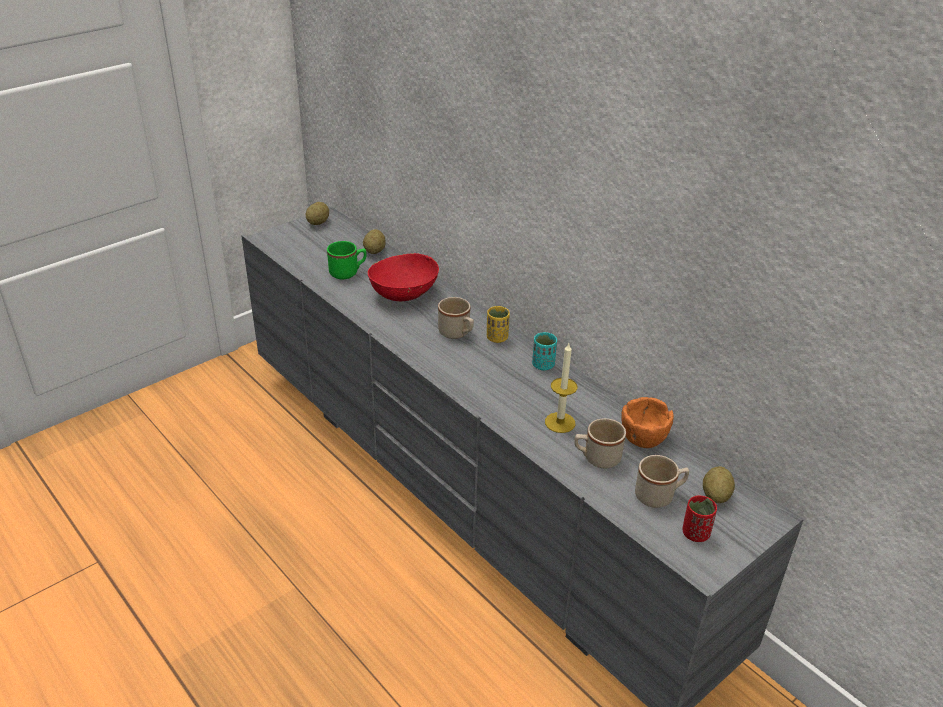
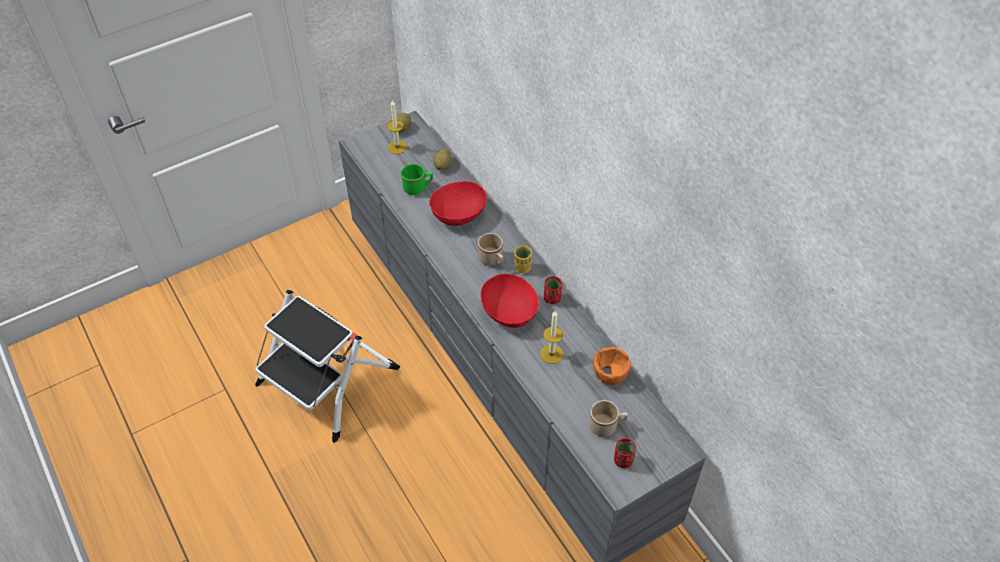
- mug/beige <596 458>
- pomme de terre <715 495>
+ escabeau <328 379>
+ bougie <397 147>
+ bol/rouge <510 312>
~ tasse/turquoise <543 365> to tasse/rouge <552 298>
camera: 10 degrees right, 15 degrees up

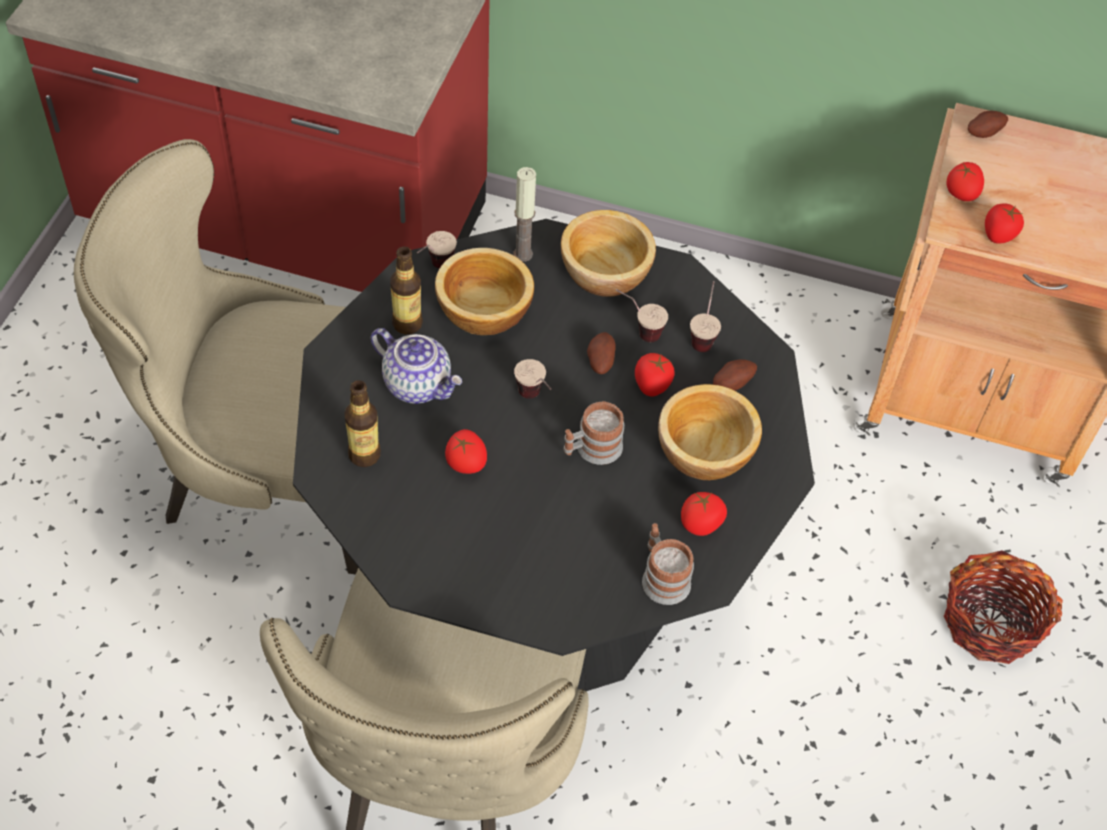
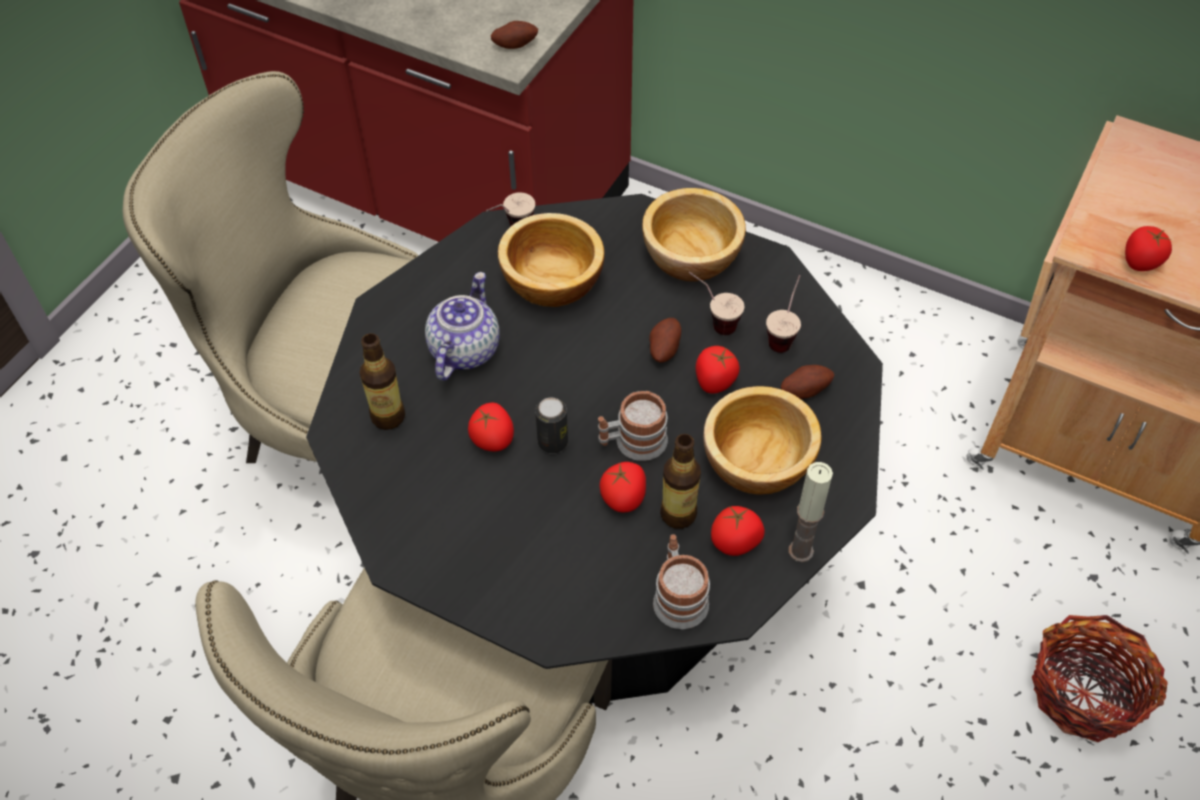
- tasse <535 400>
+ boîte métallique <552 442>
~ bouteille <407 323> to <678 514>
~ bougie <523 254> to <801 551>
~ tomate <961 193> to <623 497>
~ pomme de terre <983 132> to <515 44>
~ théière <418 384> = <464 349> 120 degrees counterclockwise
camera: 15 degrees right, 0 degrees up

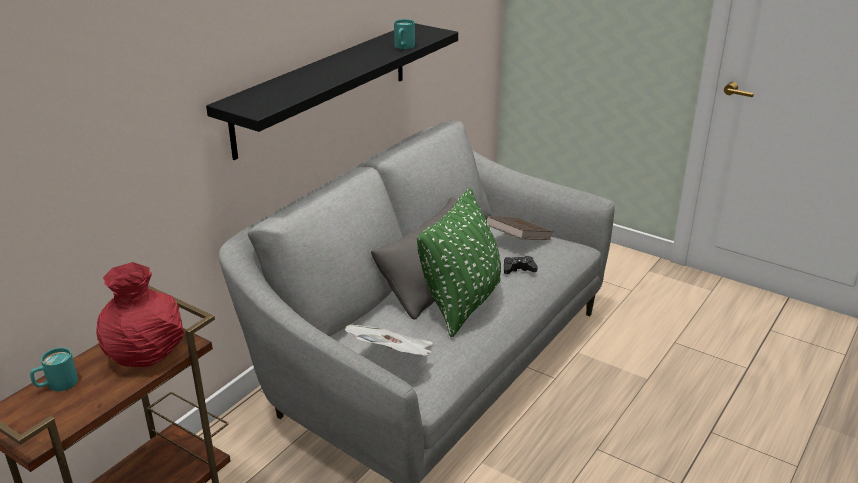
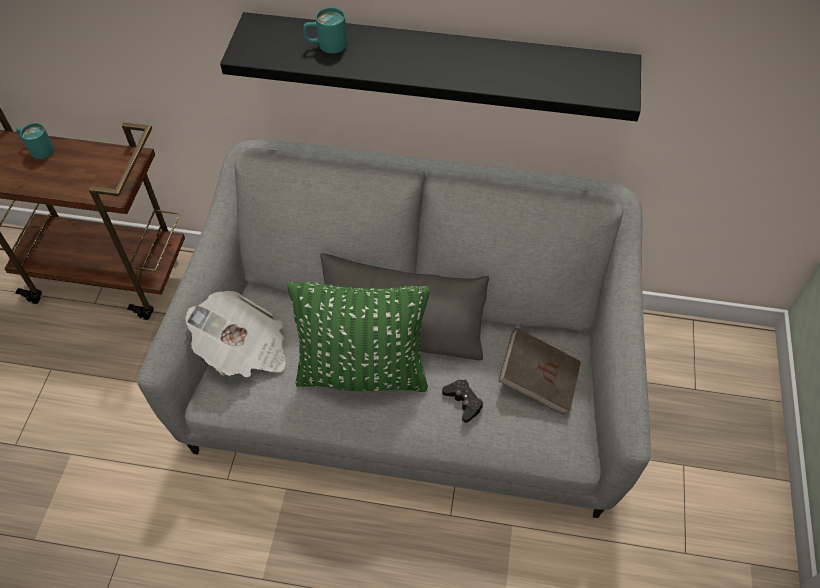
- vase/rouge <147 354>
~ mug/turquoise <403 47> to <326 45>
camera: 65 degrees right, 25 degrees up

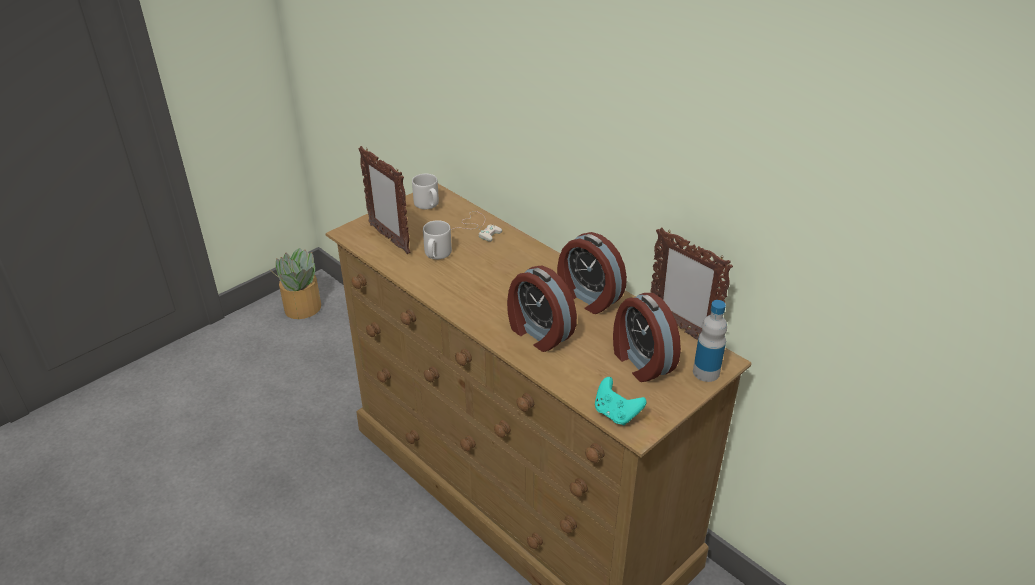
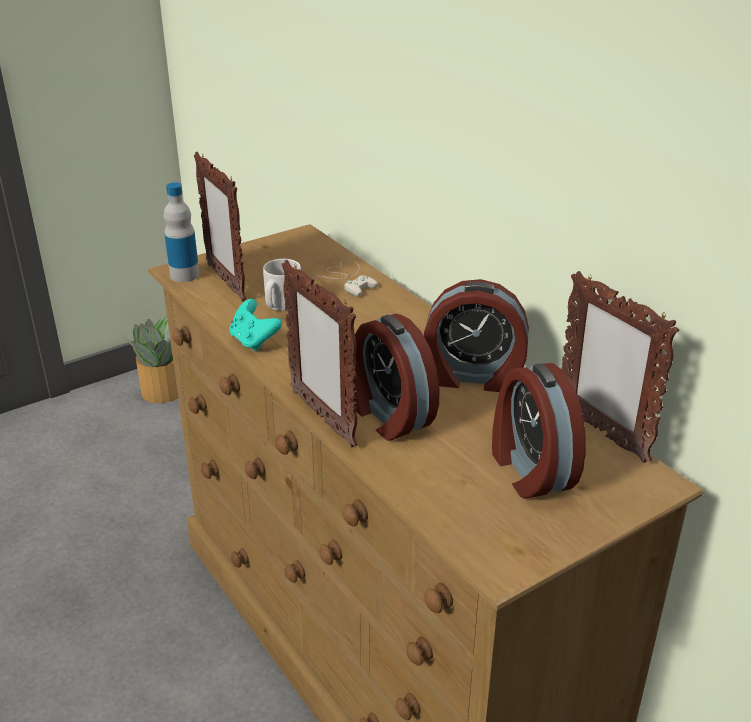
- mug/gris <428 204>
+ cadre photo <322 418>
~ manette/turquoise <616 414> to <254 341>
~ bouteille <706 372> to <184 275>
~ réveil <588 297> = <473 376> 45 degrees counterclockwise
camera: 10 degrees right, 5 degrees down

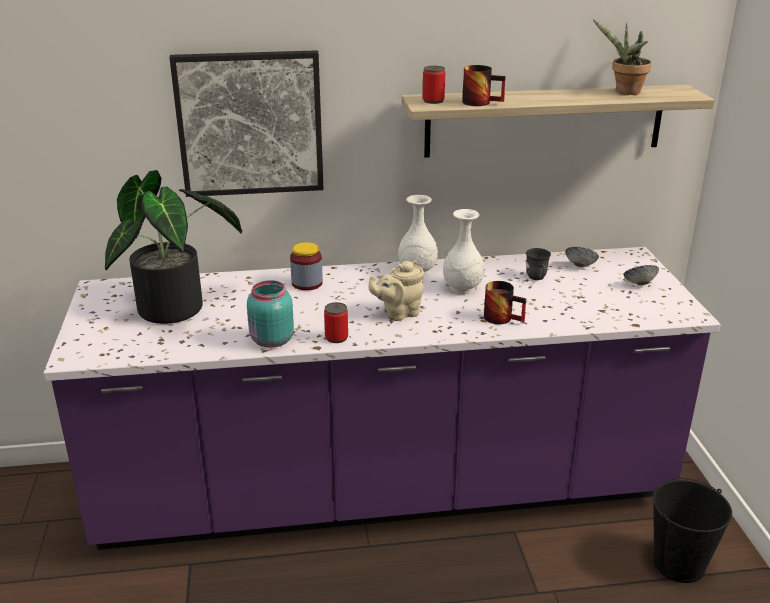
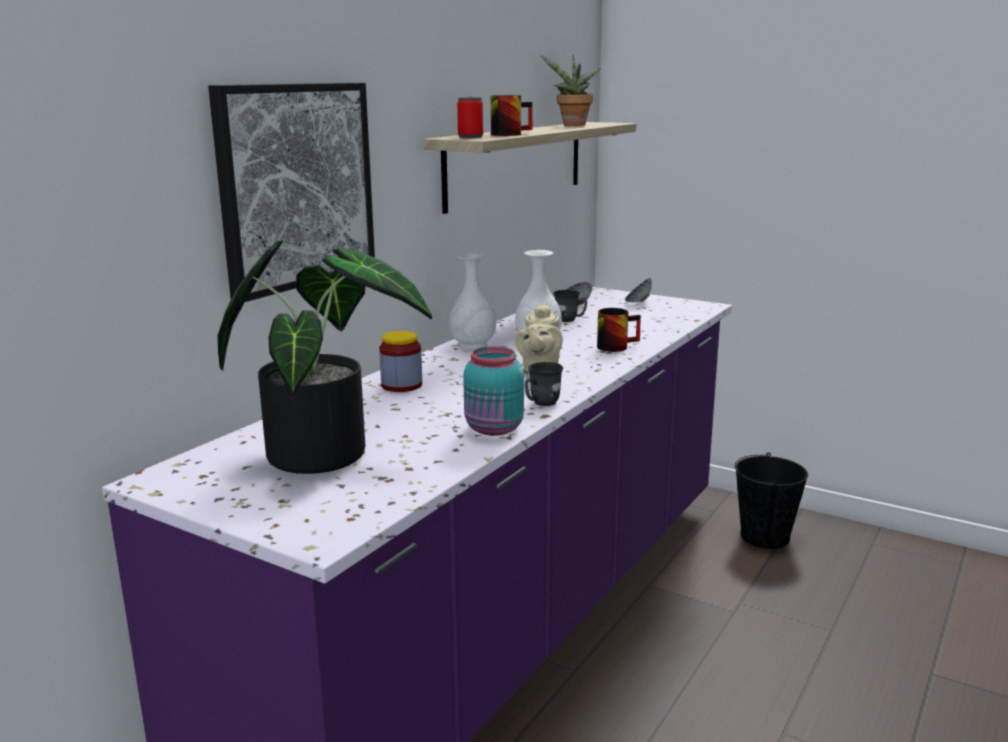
~ boîte métallique <336 338> to mug/gris <541 403>
camera: 50 degrees left, 10 degrees down

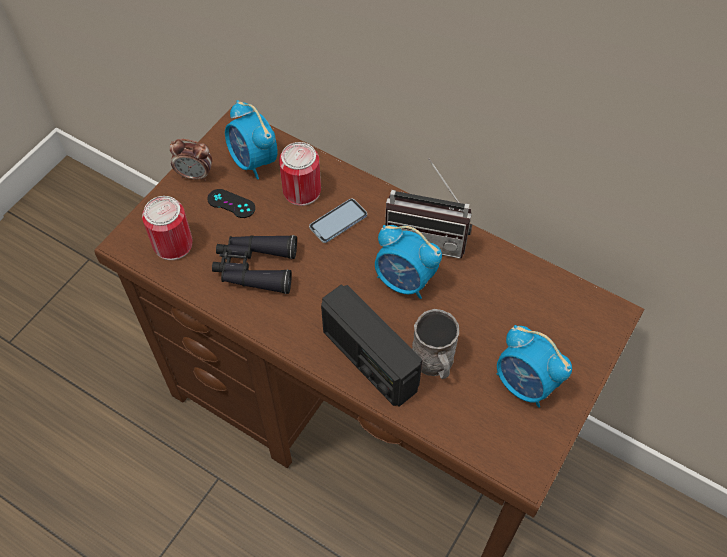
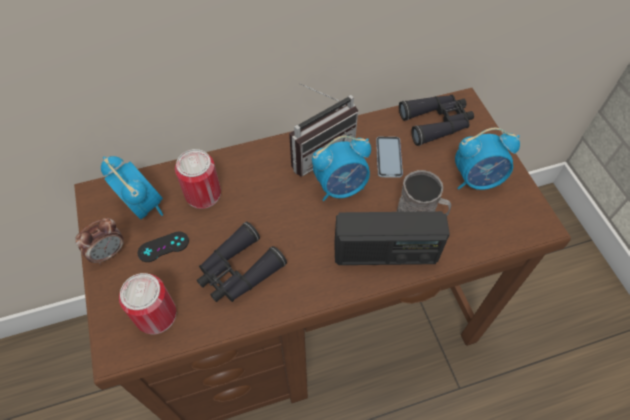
+ jumelles/noir <436 123>
~ téléphone <338 221> to <388 157>
~ réveil <253 162> = <142 205> 135 degrees counterclockwise
camera: 50 degrees left, 0 degrees up

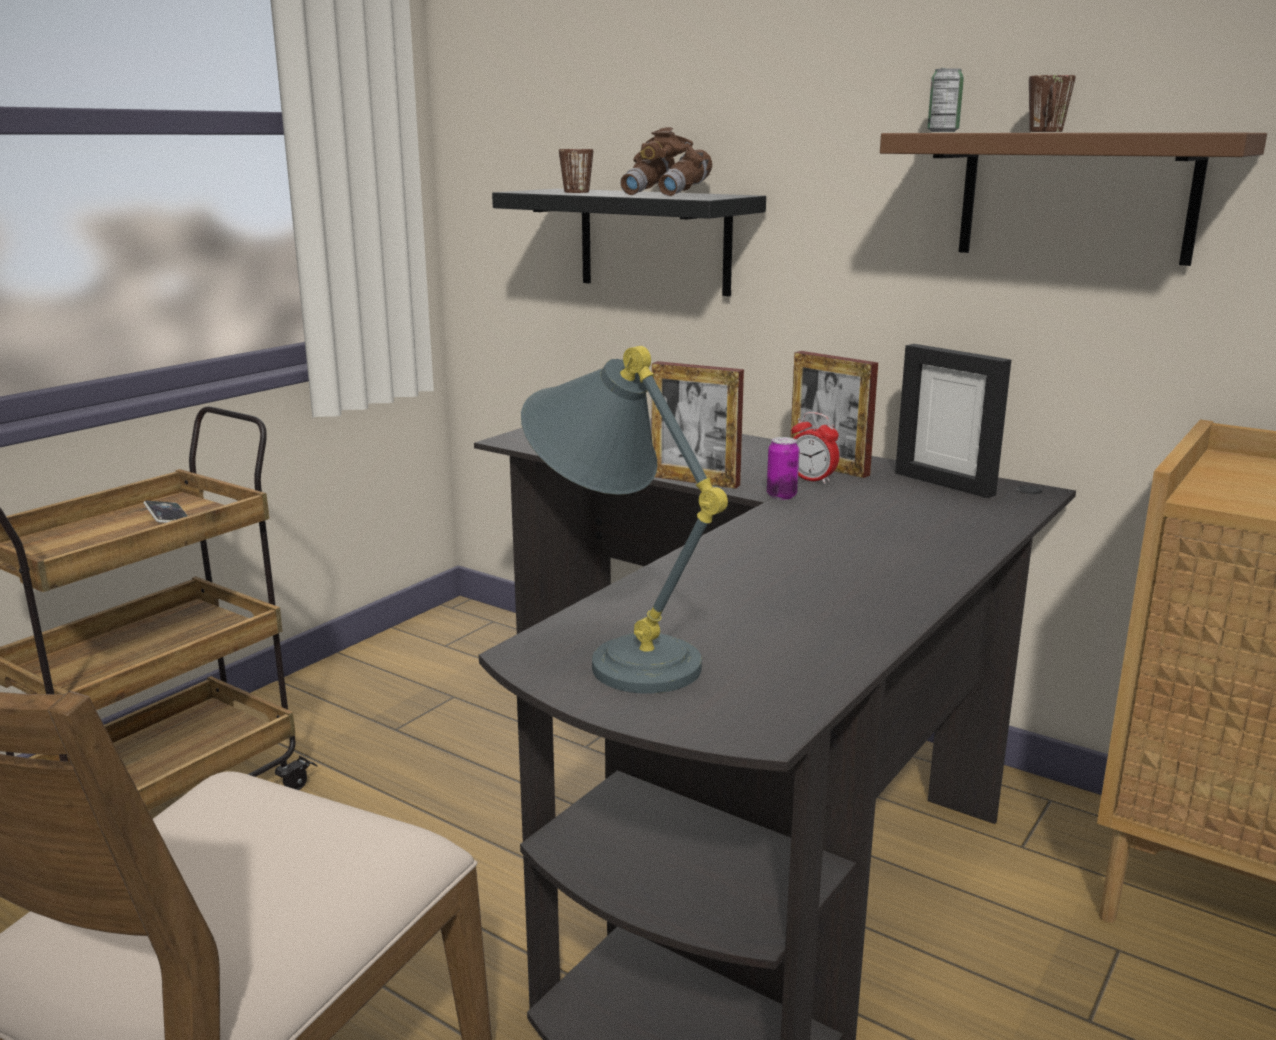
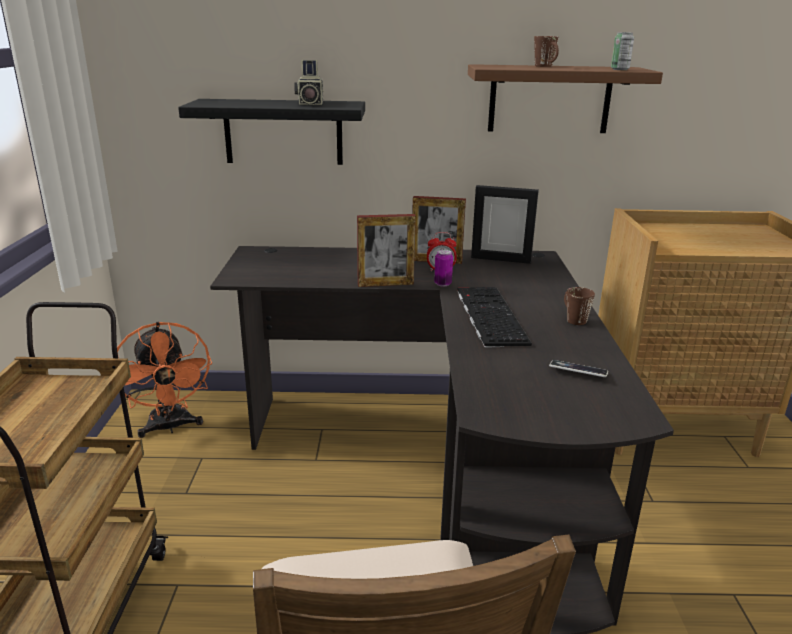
- lampe de table/gris <616 655>
+ ventilateur/orange <170 427>
+ clavier <488 315>
~ téléphone <168 517> to <578 372>
~ mug/marron <579 192> to <572 318>
~ boîte métallique <942 132> to <619 69>
~ jumelles/marron <667 194> to appareil photo <309 104>
camera: 35 degrees left, 5 degrees up

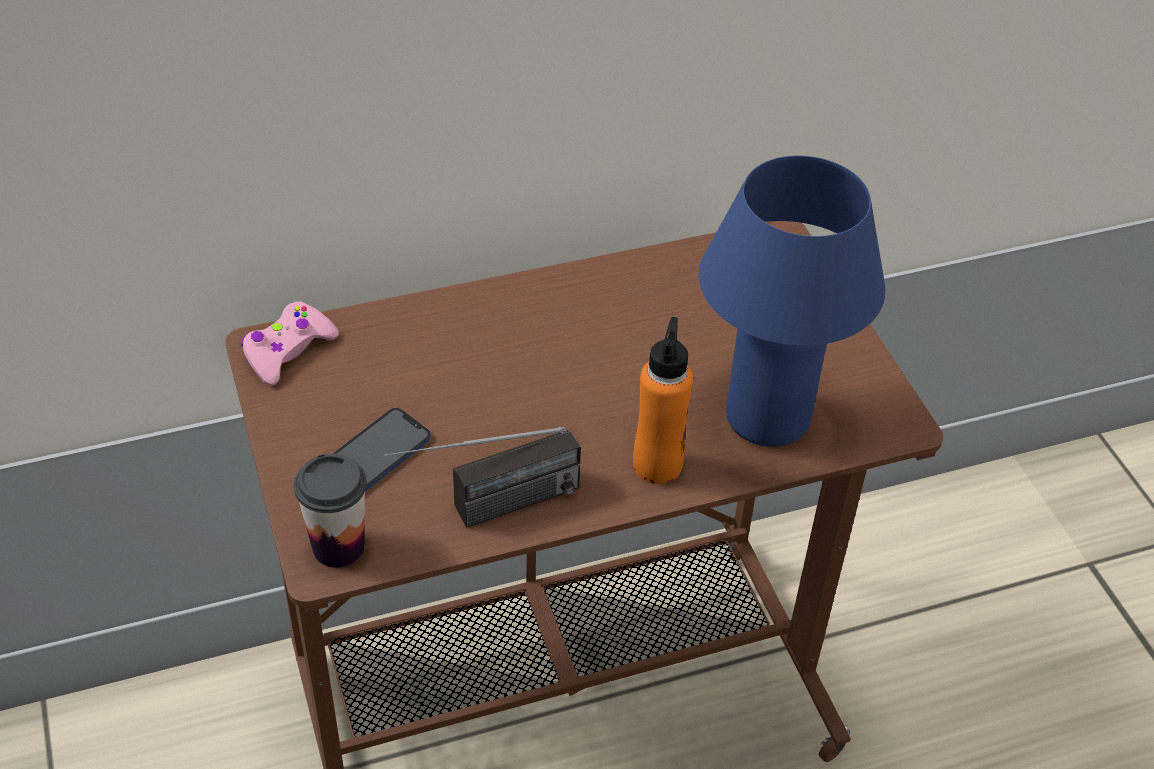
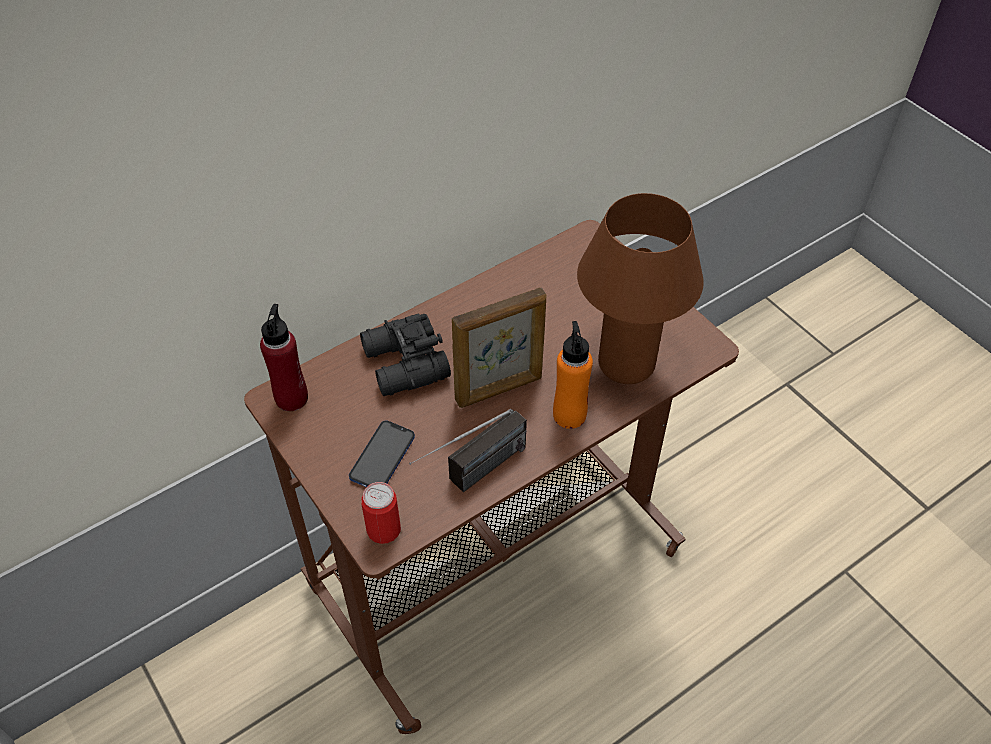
+ jumelles/noir <404 365>
+ cadre photo <499 389>
~ manette/rose <288 351> to bouteille/rouge <291 398>
~ tasse <338 547> to boîte métallique <384 529>
~ lampe de table/bleu <767 418> to lampe de table/marron <626 364>
camera: 15 degrees left, 5 degrees up

